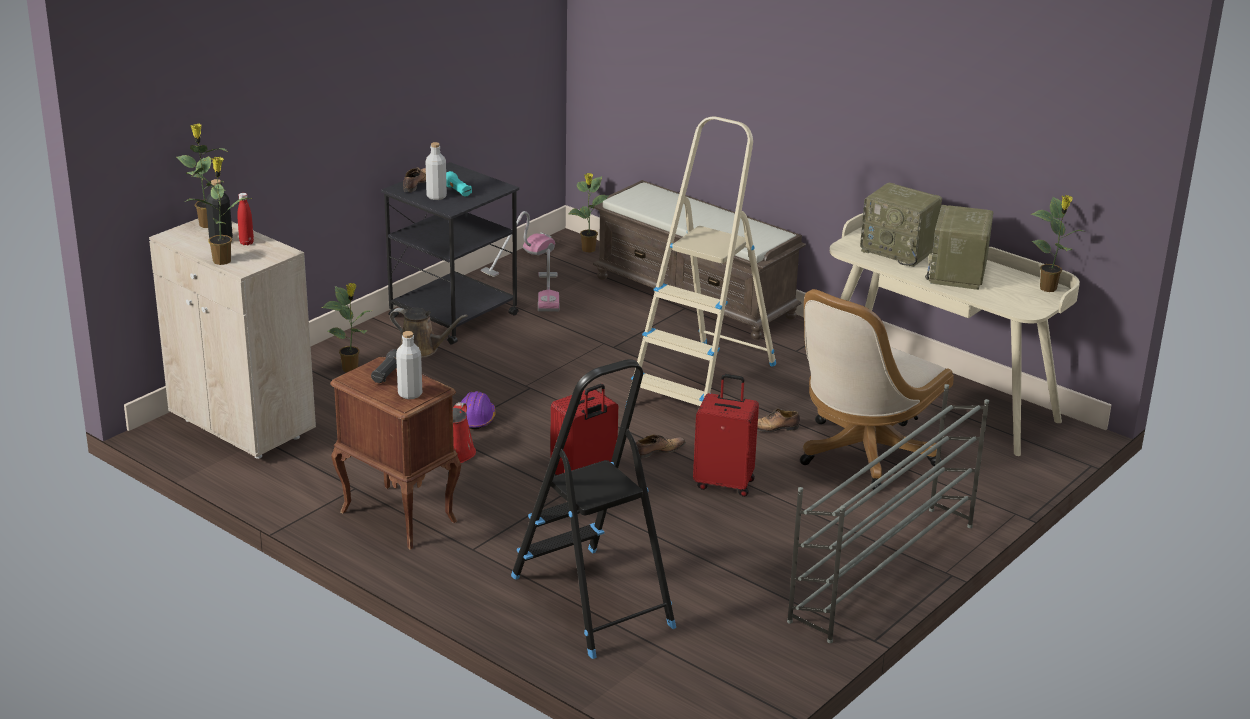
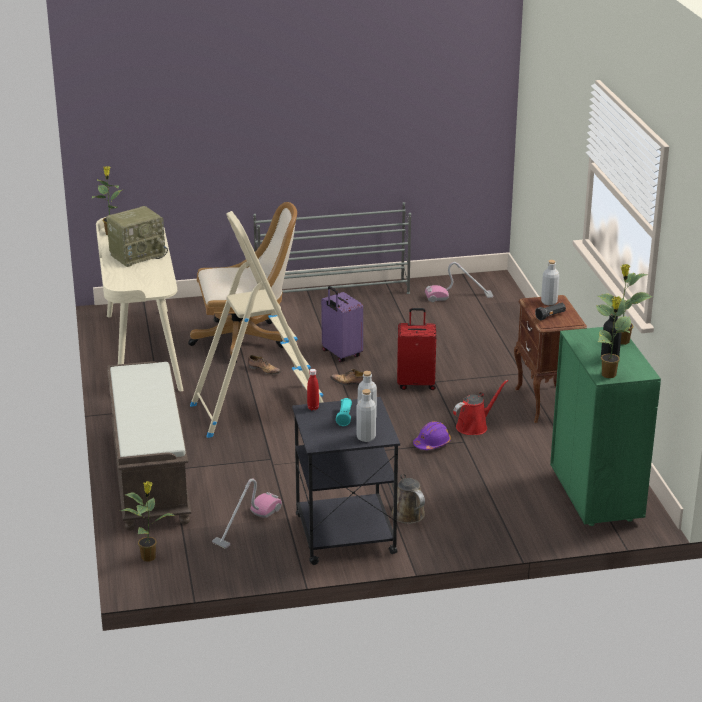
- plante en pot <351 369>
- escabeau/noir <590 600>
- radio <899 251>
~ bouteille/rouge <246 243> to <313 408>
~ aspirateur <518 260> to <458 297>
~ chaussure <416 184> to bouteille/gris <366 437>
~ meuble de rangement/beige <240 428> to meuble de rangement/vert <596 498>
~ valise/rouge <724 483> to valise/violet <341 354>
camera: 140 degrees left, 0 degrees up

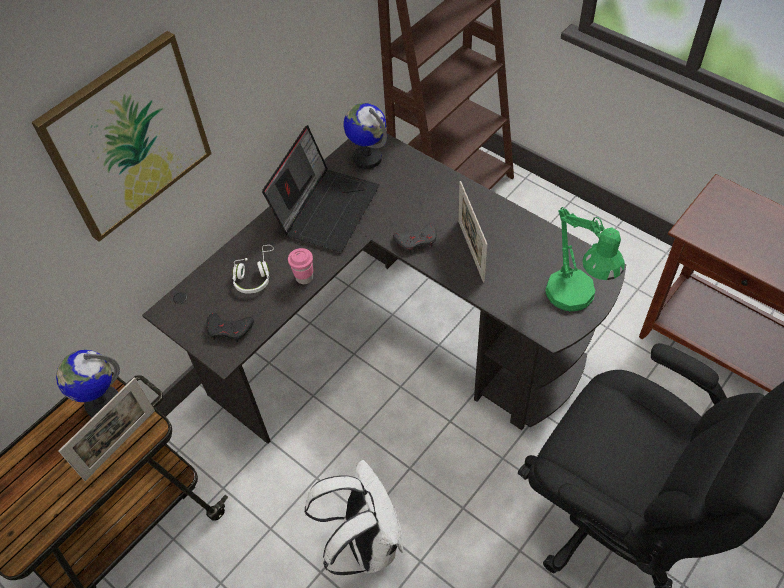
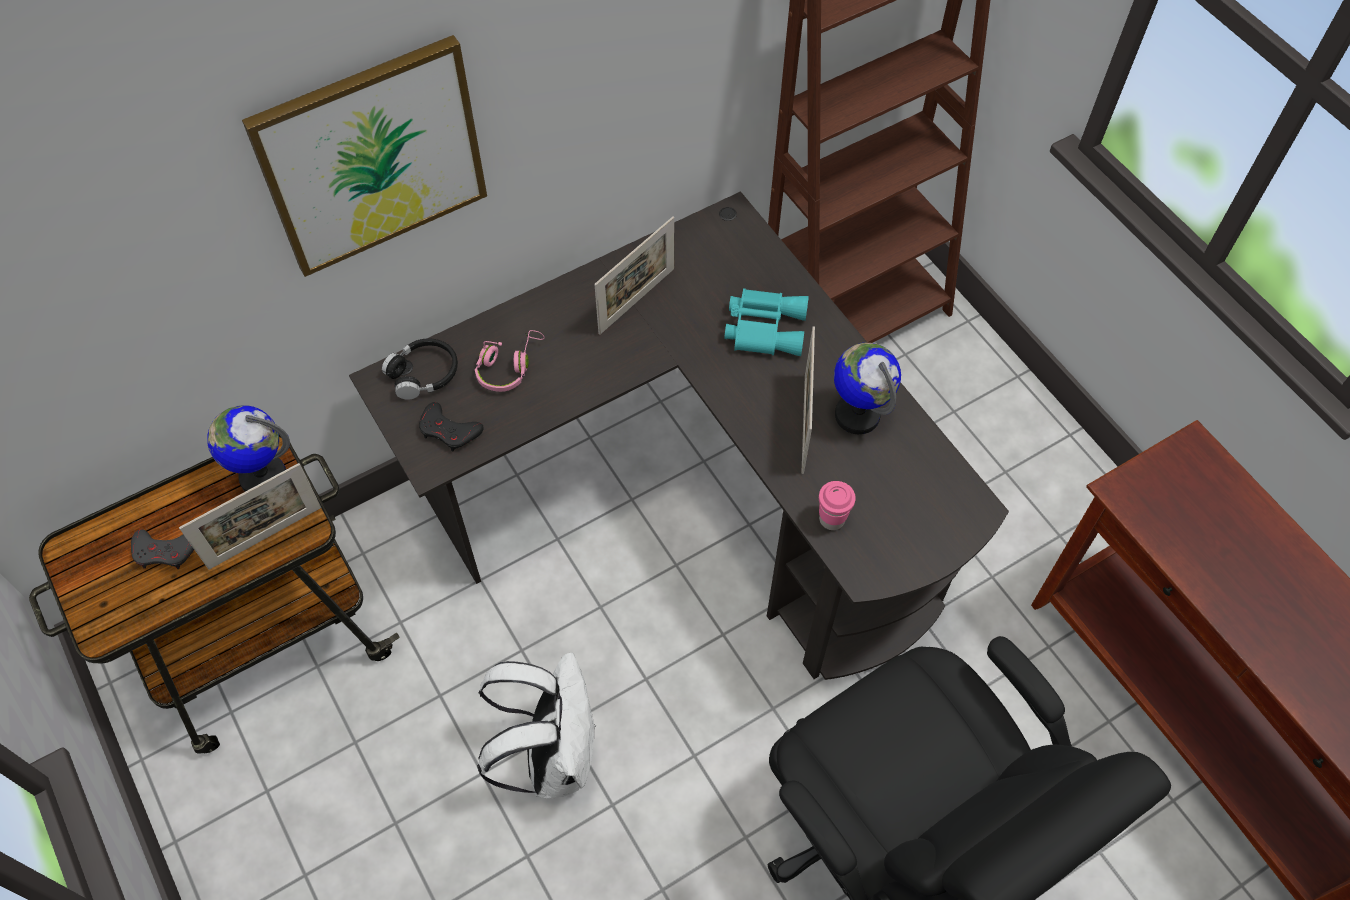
- lampe de table/vert <575 300>
+ casque audio/noir <424 374>
+ jumelles/turquoise <764 326>
~ tasse/rose <304 277> to <832 519>
~ globe <367 158> to <857 414>
~ manette/gris <416 240> to <166 551>
~ ordinateur portable <326 208> to cadre photo <636 301>
~ casque audio/blanc <255 275> to casque audio/rose <508 366>
camera: 15 degrees right, 5 degrees up

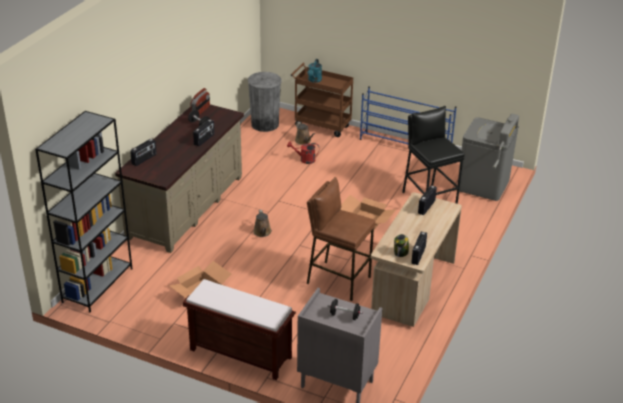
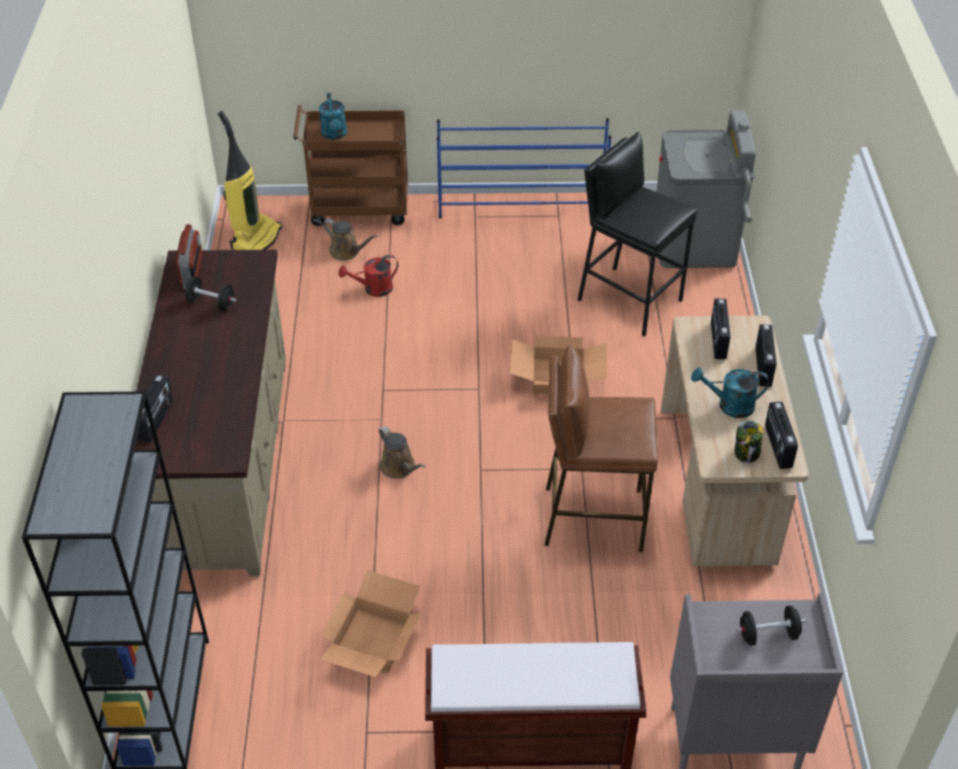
+ arrosoir/turquoise <729 405>
~ radio <204 140> to <763 367>
~ poubelle/gris <265 124> to aspirateur <256 238>
camera: 25 degrees left, 10 degrees up

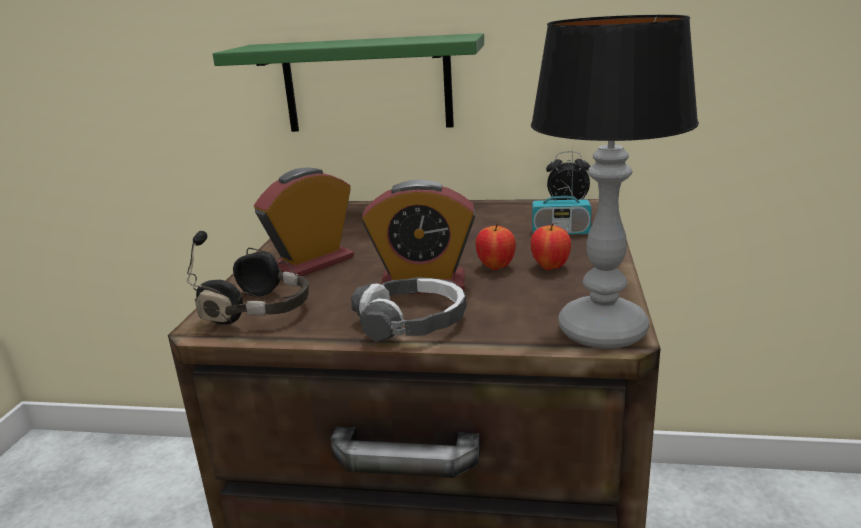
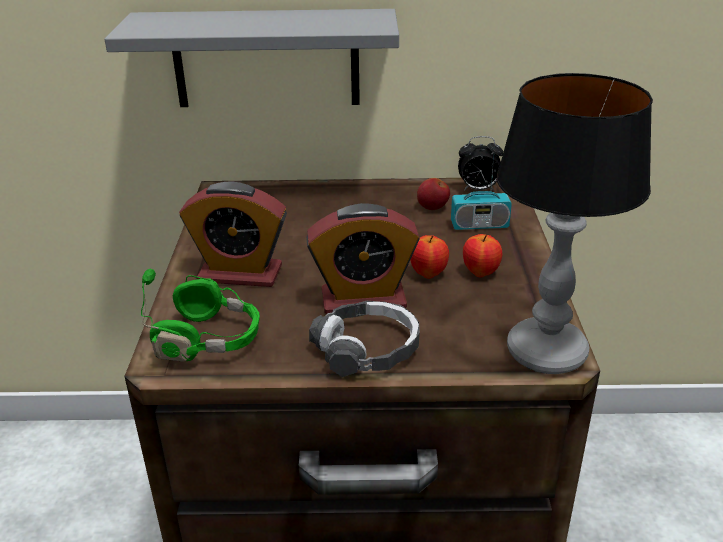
+ pomme <432 208>
~ casque audio/noir <260 310> to casque audio/vert <209 340>
~ étagère/vert <367 85> to étagère/gris <266 59>
~ réveil <313 263> = <240 274> 120 degrees counterclockwise
camera: 10 degrees left, 10 degrees up

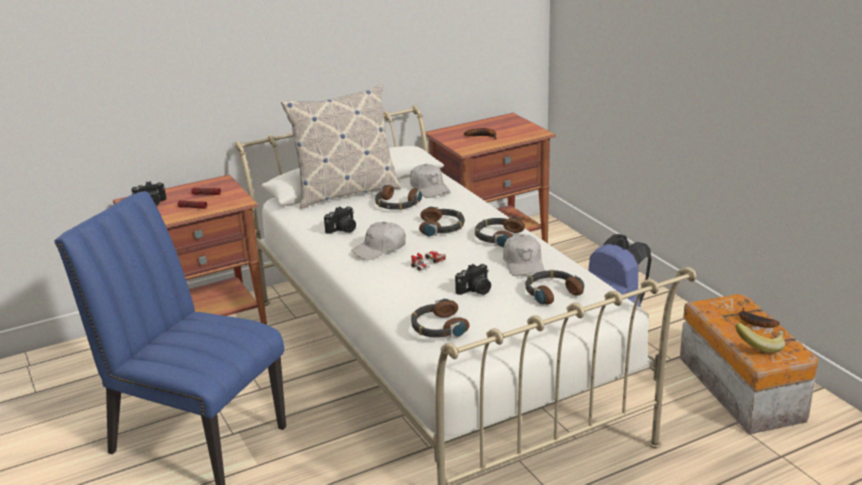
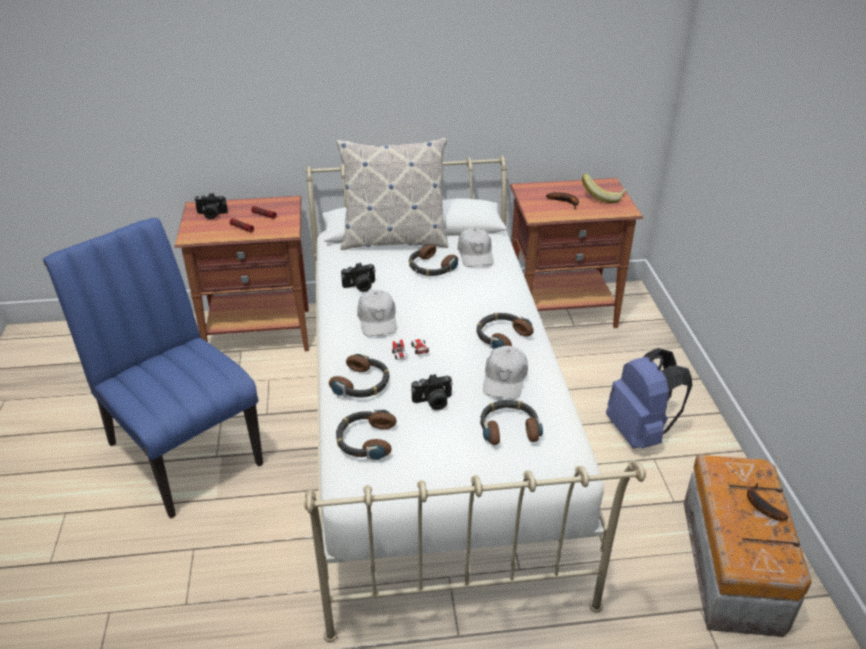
~ casque audio <442 227> to <362 384>
~ banane <760 346> to <603 197>
~ casquette/blanc <379 249> = <377 320> 90 degrees counterclockwise
camera: 20 degrees right, 10 degrees up

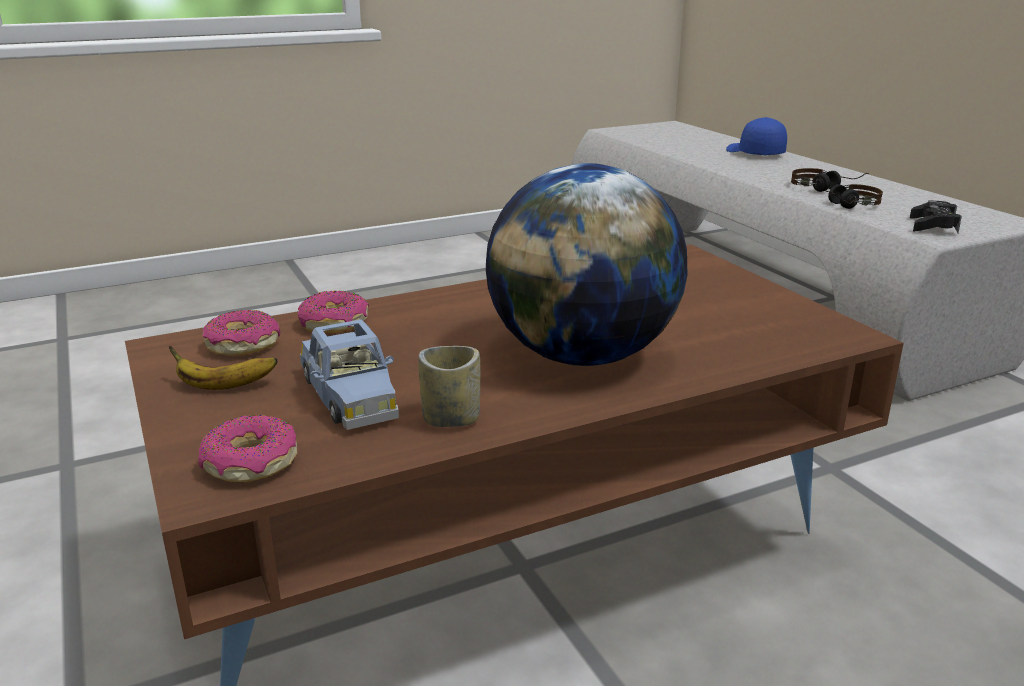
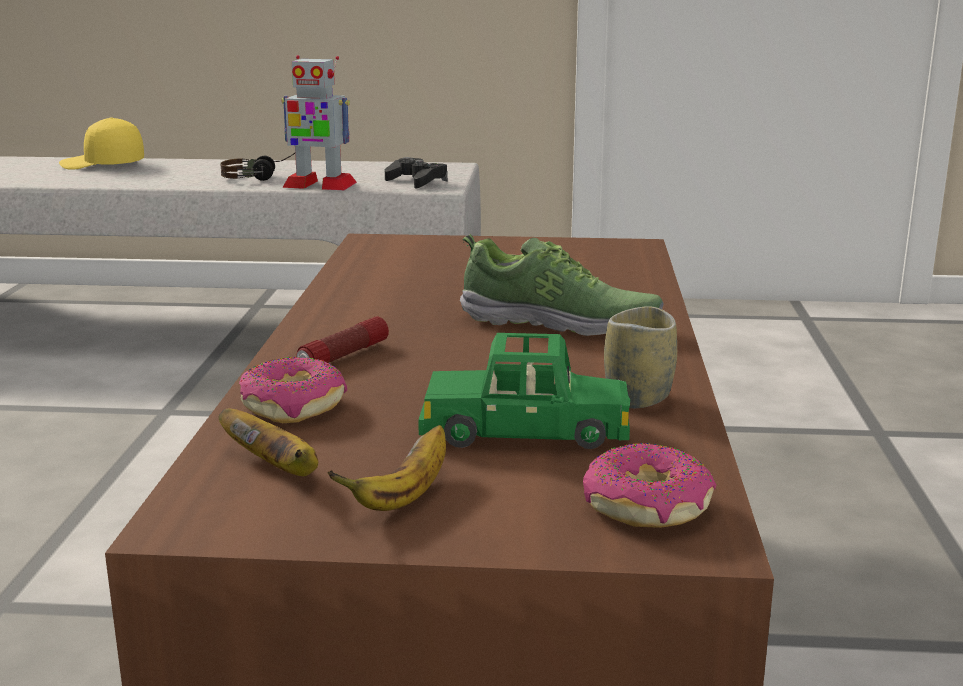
+ lampe de poche <343 356>
~ beignet <242 345> to banane <276 468>
~ globe <583 356> to chaussure <559 323>
~ casque audio <845 206> to robot jouet <319 185>
~ petite voiture/bleu <350 395> to petite voiture/vert <525 431>
~ casquette/bleu <754 153> to casquette/jaune <102 165>
camera: 60 degrees left, 5 degrees down

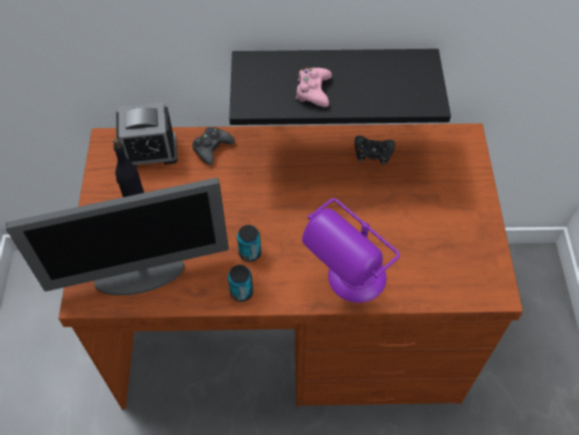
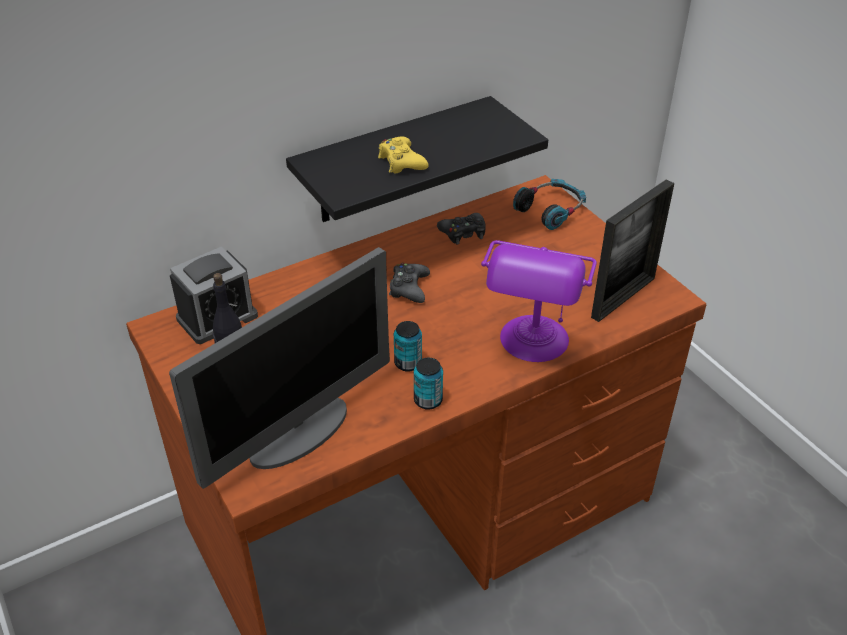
+ casque audio <550 210>
+ cadre photo <623 297>
~ manette/noir <212 148> to <409 288>
~ manette/rose <313 91> to manette/jaune <401 162>
camera: 30 degrees left, 15 degrees down

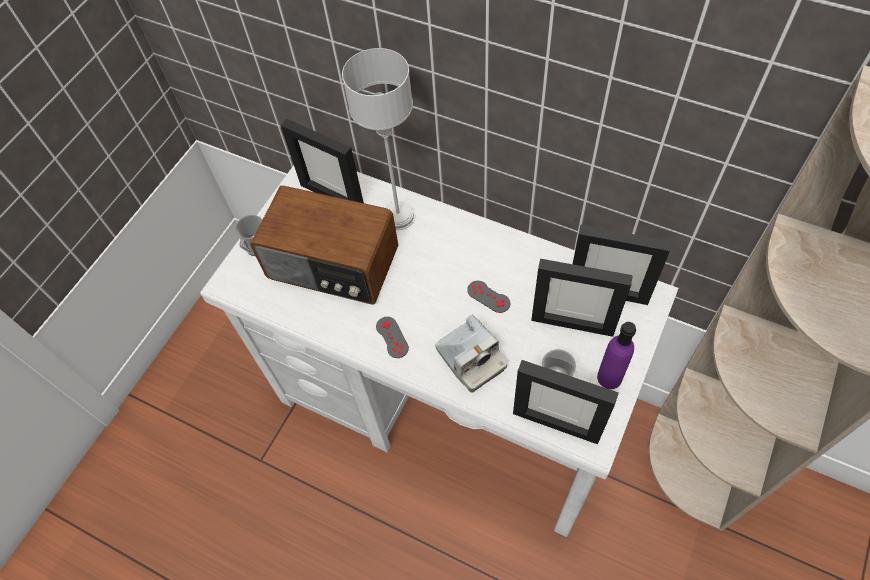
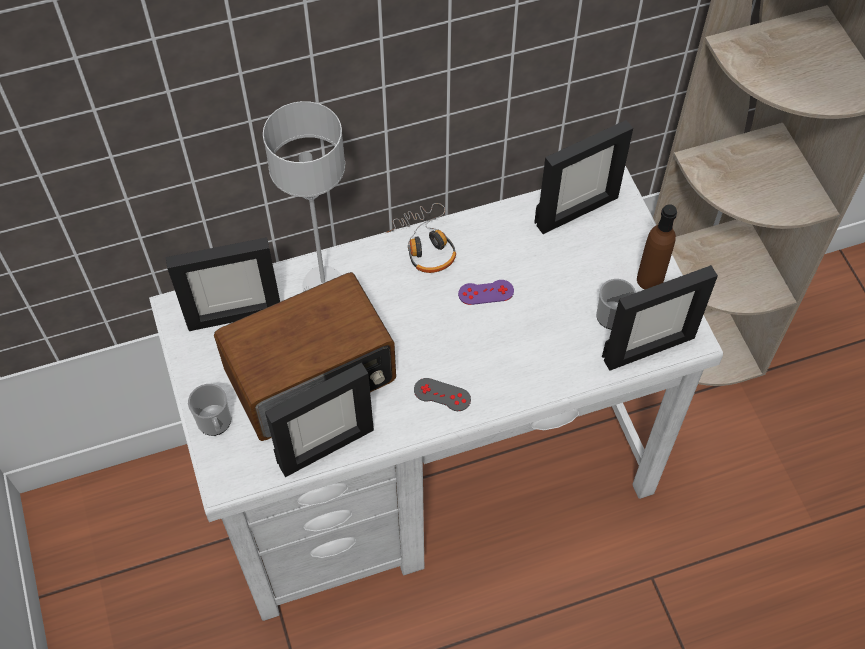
- appareil photo <470 359>
+ casque audio <425 245>
~ cadre photo <572 322> to <325 446>
~ manette/gris <488 296> to manette/violet <486 292>
~ bouteille/violet <609 377> to bouteille/marron <650 279>
camera: 50 degrees left, 0 degrees up

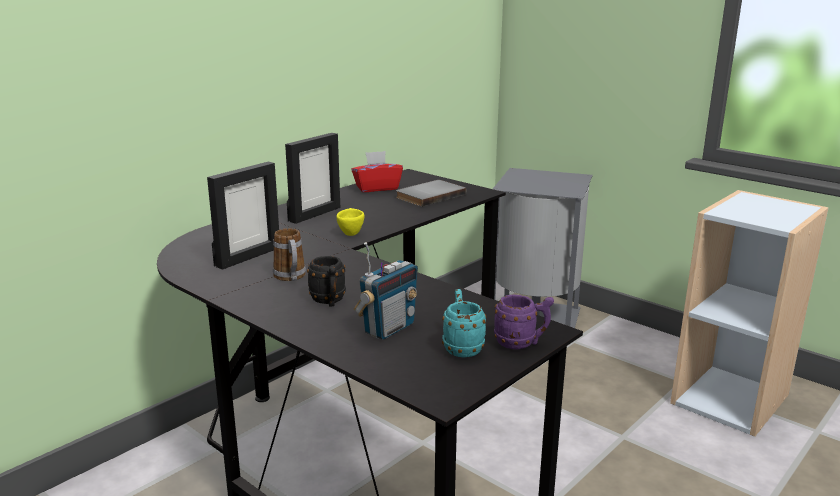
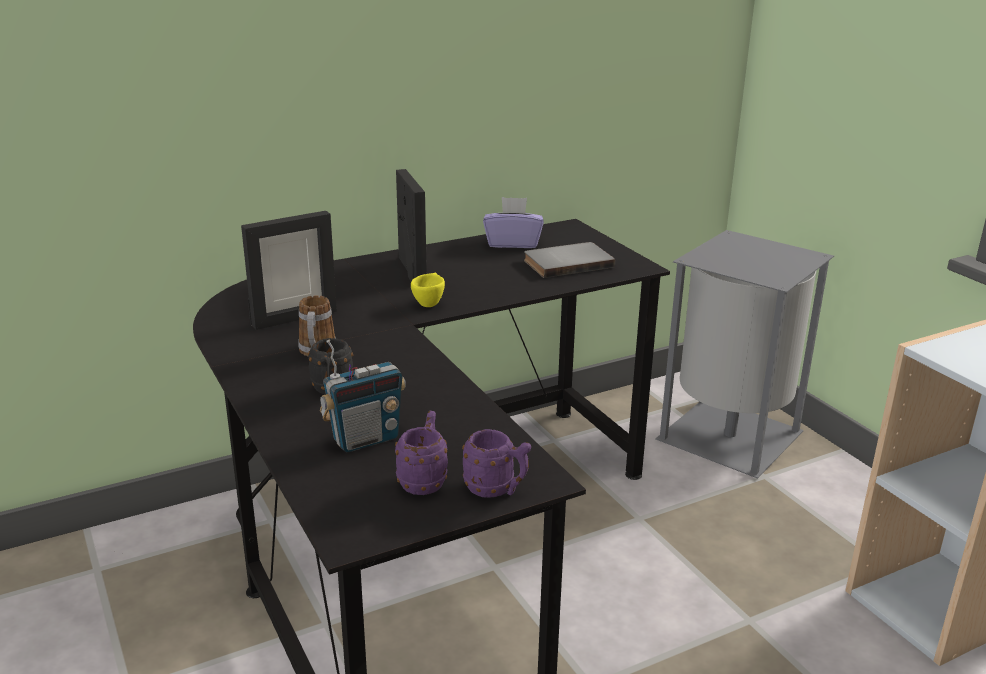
~ boîte à mouchoirs/rouge <377 188> to boîte à mouchoirs/violet <513 243>
~ mug/turquoise <461 347> to mug/violet <424 480>
~ cadre photo <314 214> = <410 271> 75 degrees counterclockwise
camera: 20 degrees right, 5 degrees up

